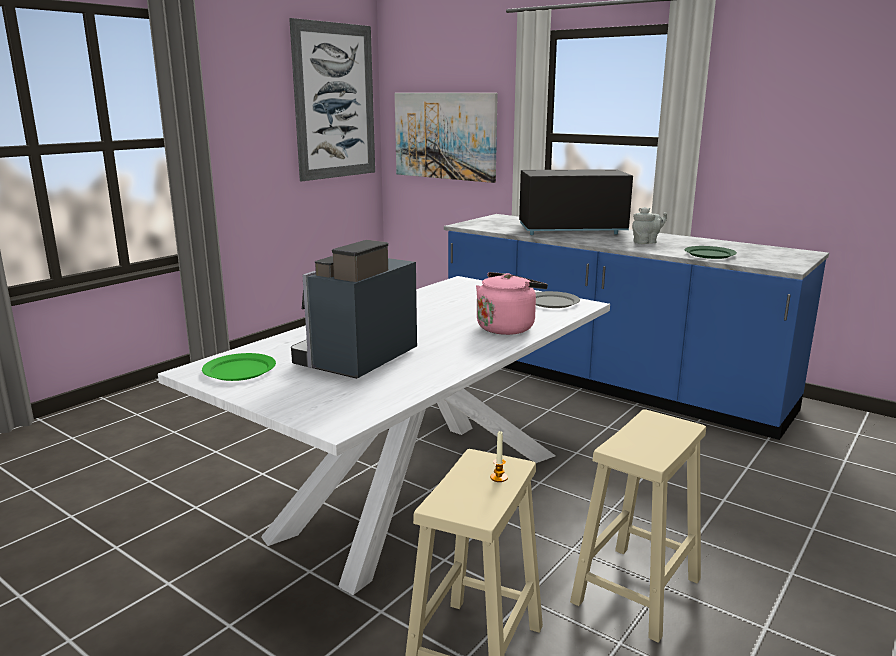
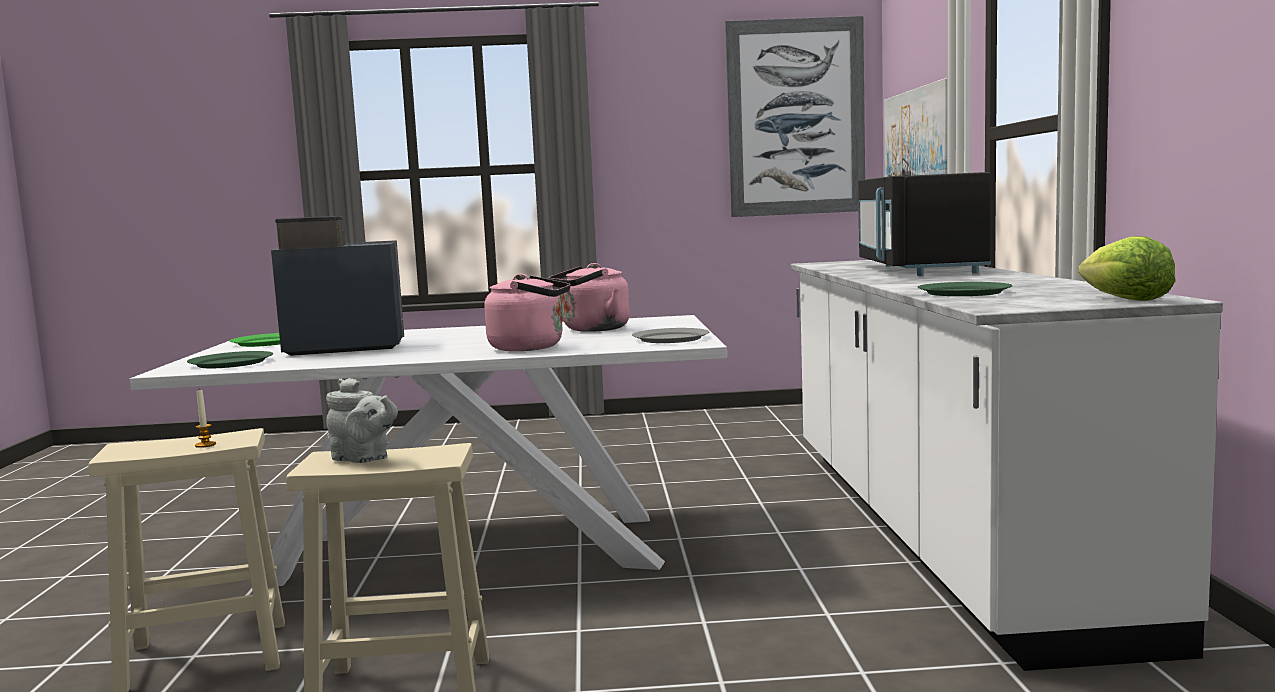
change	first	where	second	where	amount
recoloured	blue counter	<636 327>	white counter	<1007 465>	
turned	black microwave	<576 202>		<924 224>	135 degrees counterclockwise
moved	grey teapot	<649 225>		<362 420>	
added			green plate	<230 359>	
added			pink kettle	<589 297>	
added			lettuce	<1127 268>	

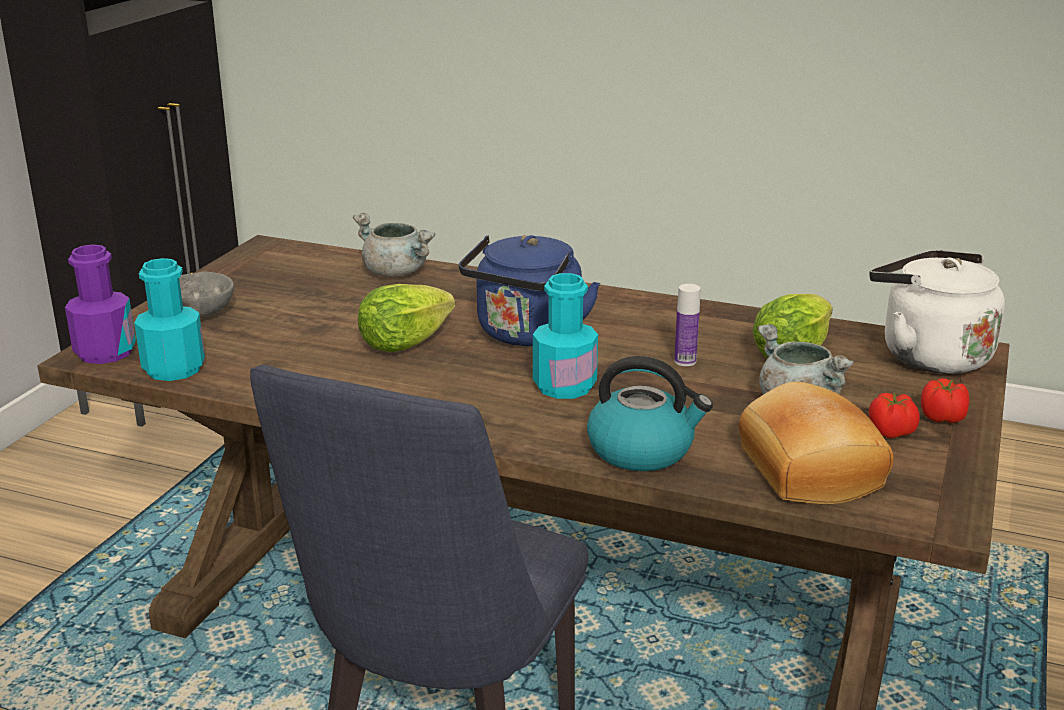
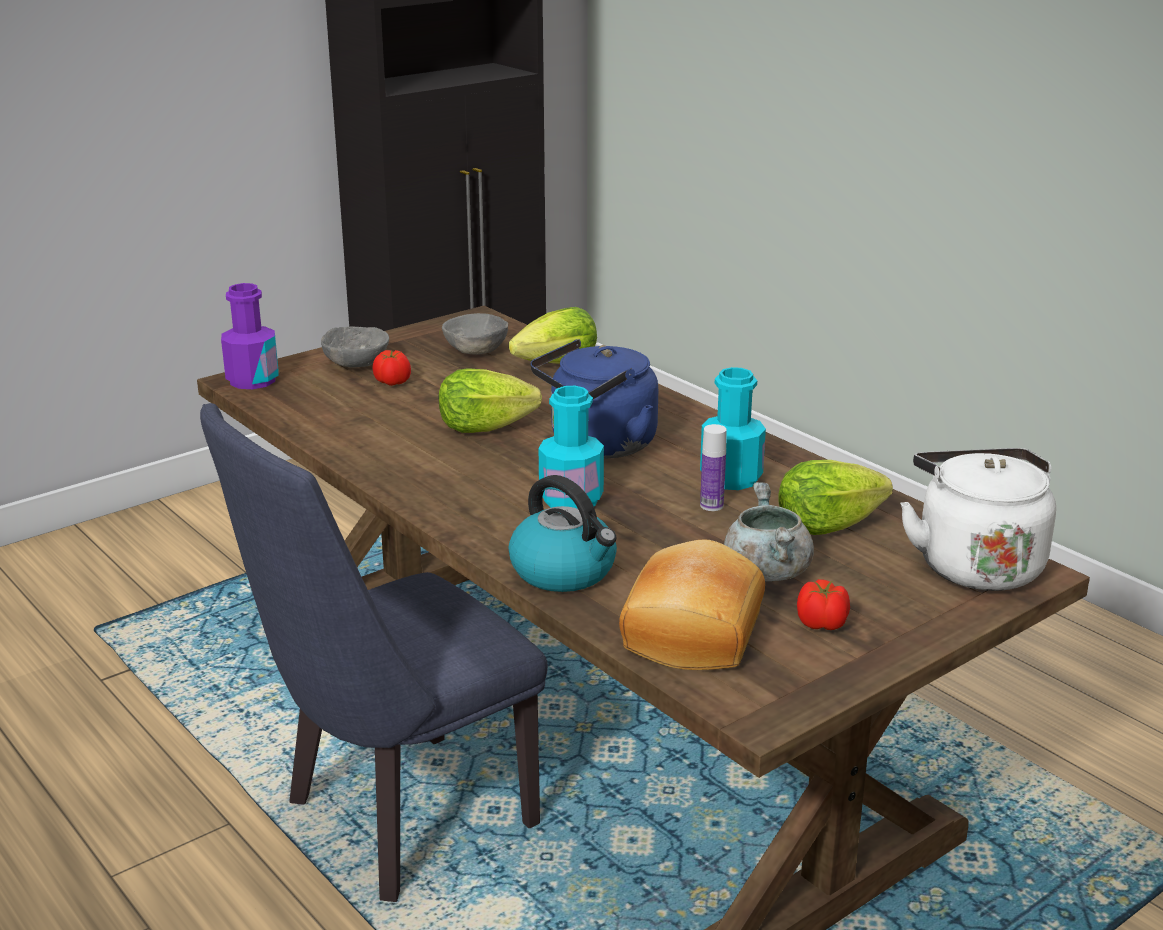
change	first	where	second	where	amount
moved	turquoise bottle	<169 319>		<733 428>	
replaced	grey cooking pot	<394 245>	lettuce	<553 335>	
moved	tomato	<945 400>		<392 368>	
added			grey bowl	<475 334>	

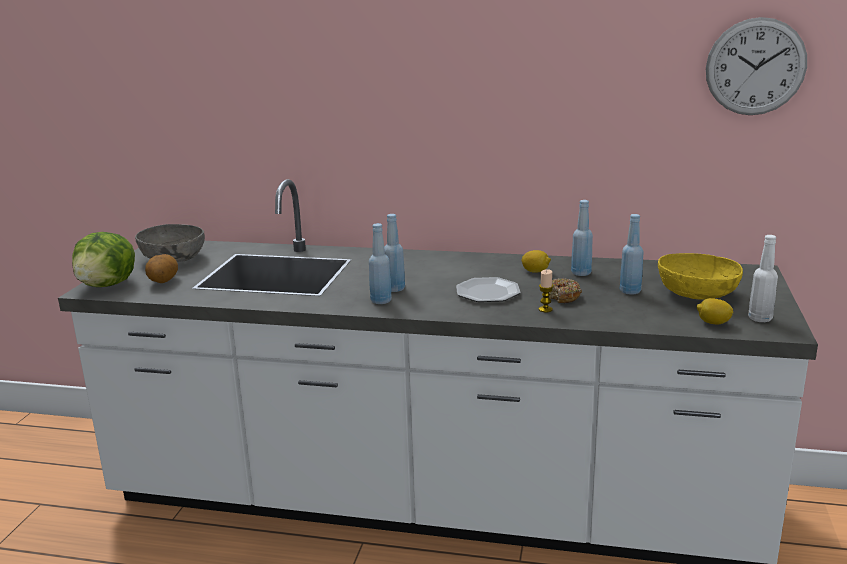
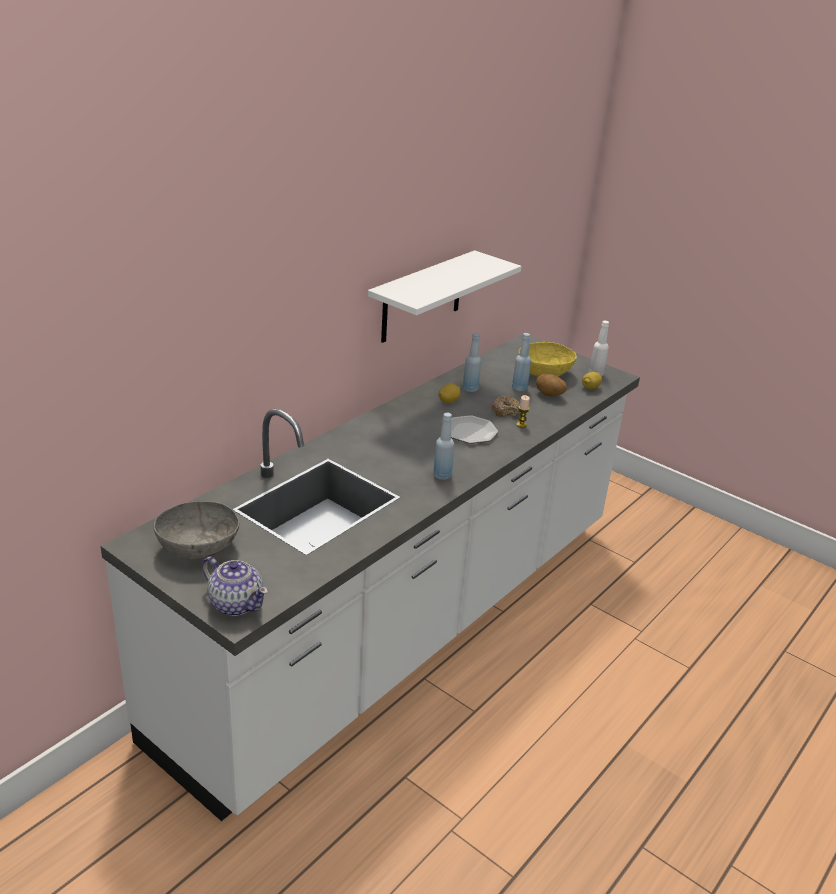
change	first	where	second	where	amount
replaced	lettuce	<103 259>	teapot	<235 586>	
moved	potato	<161 268>		<551 385>	
removed	blue bottle	<394 253>			
removed	wall clock	<756 66>			
added			white shelf	<444 296>	

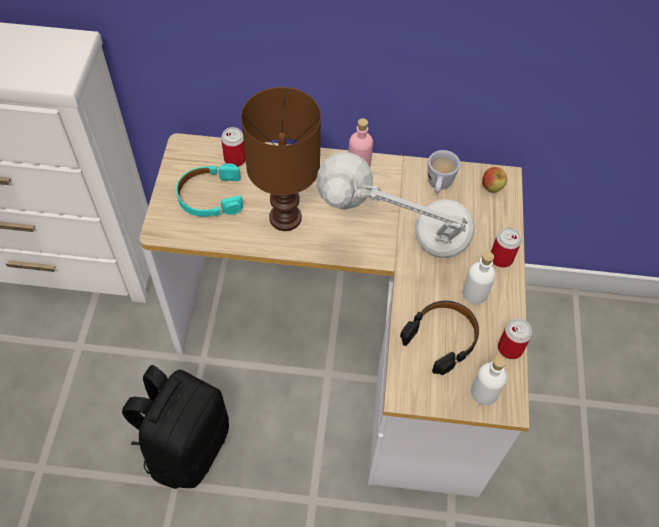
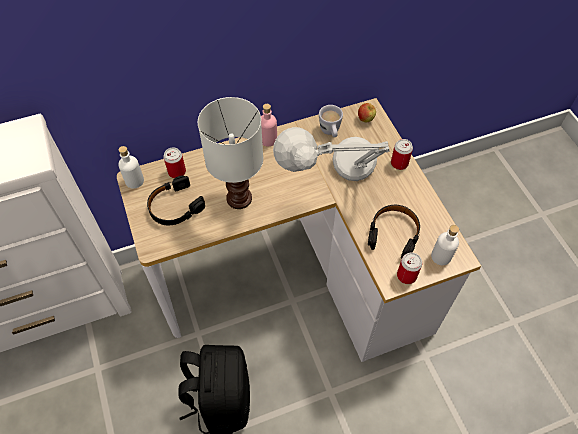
change	first	where	second	where	amount
recoloured	turquoise headphones	<209 190>	black headphones	<176 200>	
recoloured	brown table lamp	<281 159>	white table lamp	<230 153>	
moved	white bottle	<479 277>		<131 167>	
moved	can	<515 338>		<409 268>	

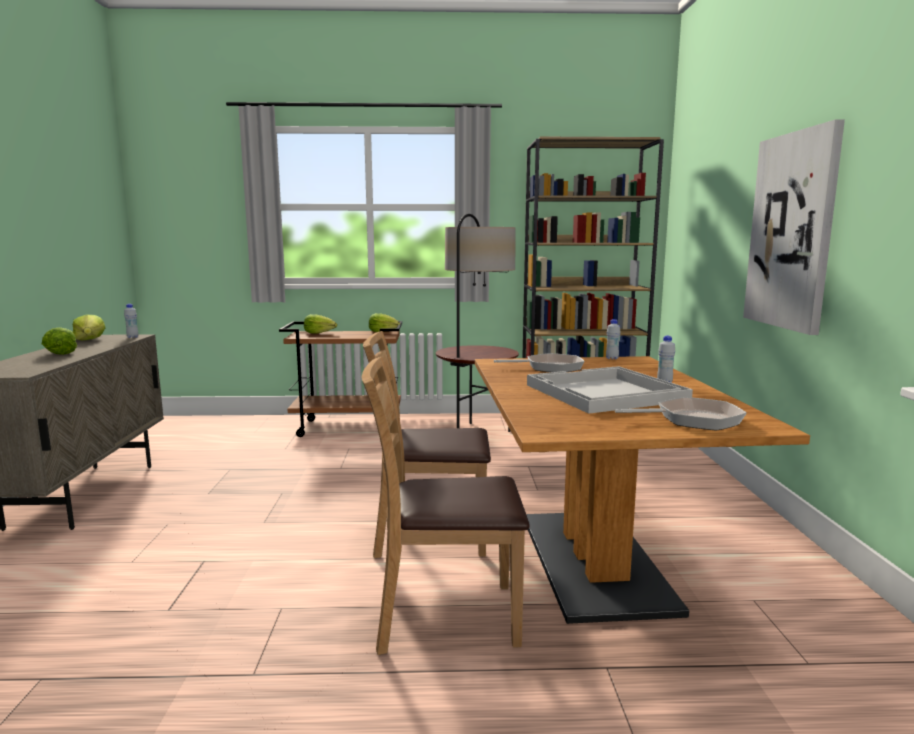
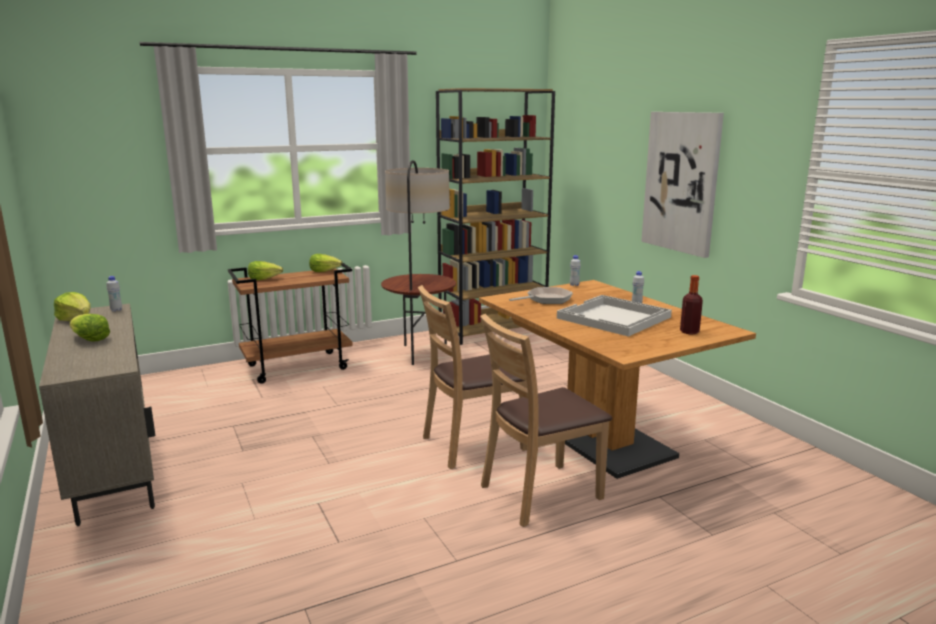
change	first	where	second	where	amount
replaced	frying pan	<681 413>	bottle	<691 304>	

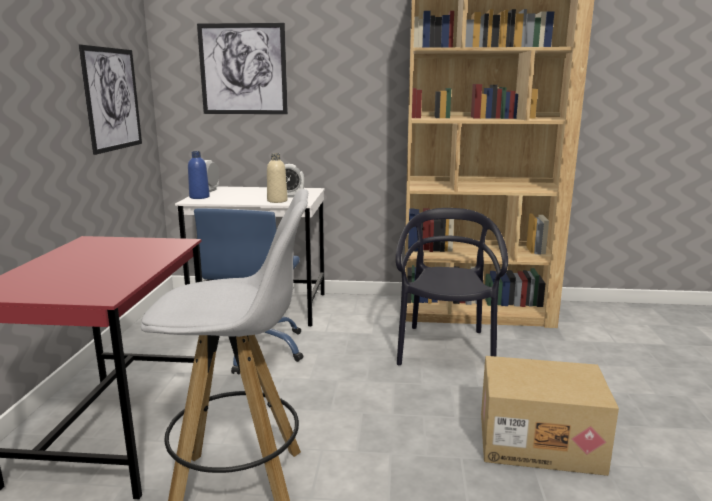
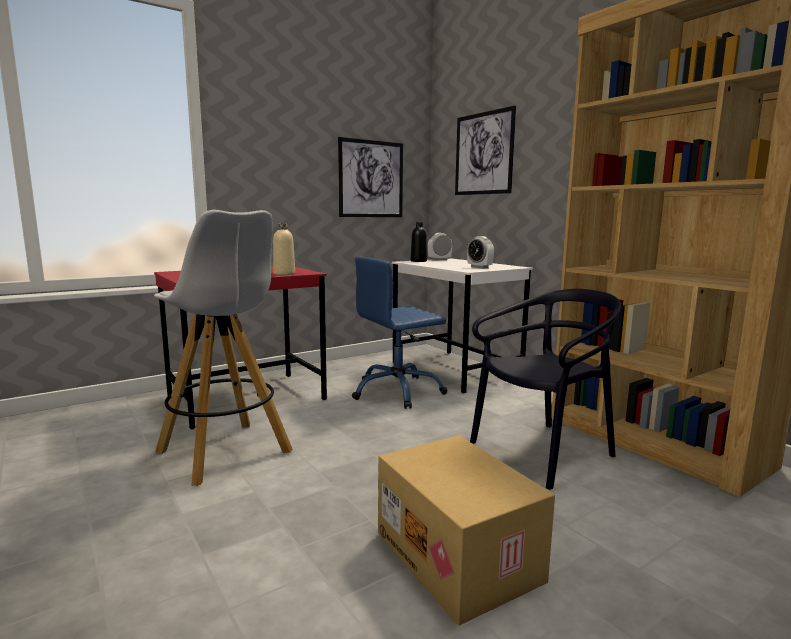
change	first	where	second	where	amount
recoloured	blue bottle	<199 175>	black bottle	<419 242>	
moved	beige bottle	<277 178>		<284 249>	

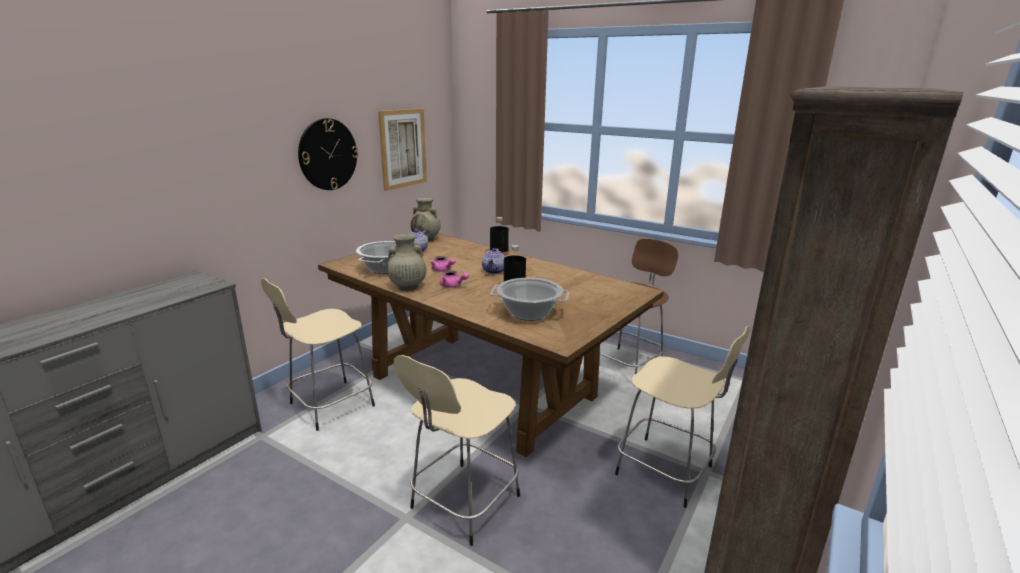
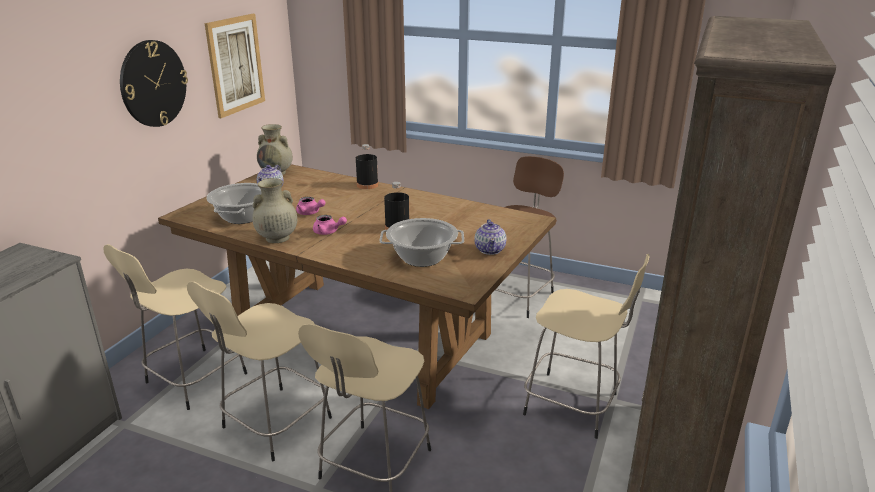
change	first	where	second	where	amount
moved	teapot	<493 261>		<490 237>	
added			beige stool	<259 371>	

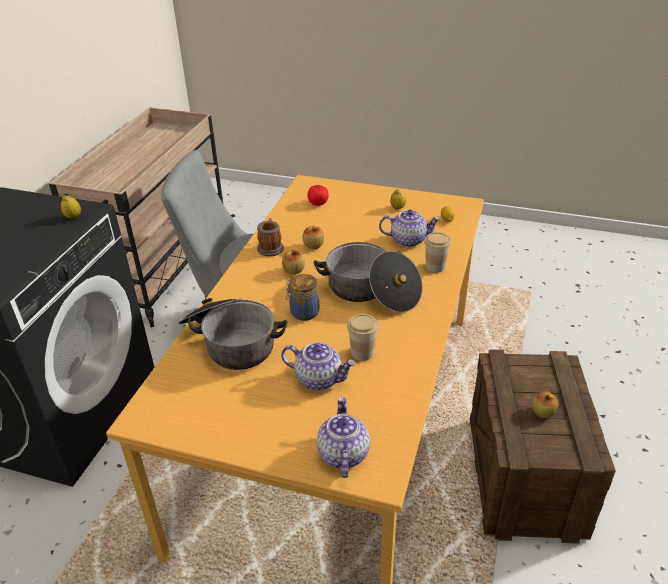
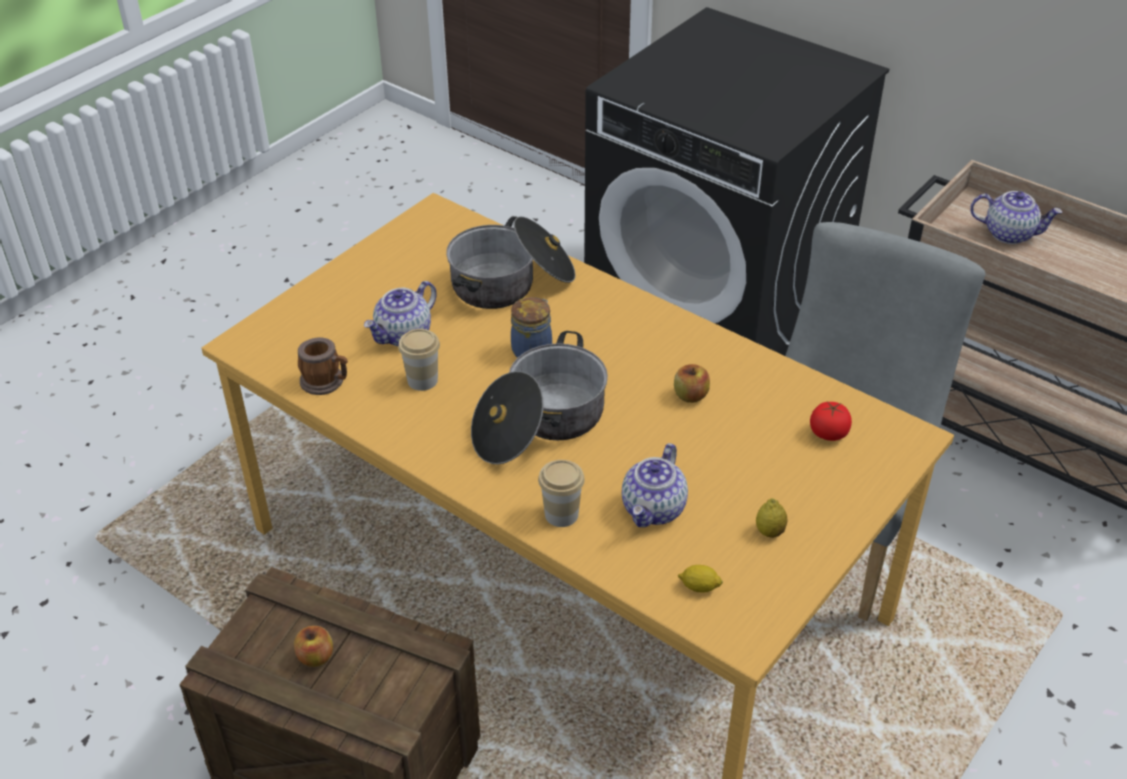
change	first	where	second	where	amount
removed	lemon	<71 207>			
moved	mug	<270 237>		<323 366>	
removed	apple	<293 262>			
moved	teapot	<343 437>		<1016 217>	

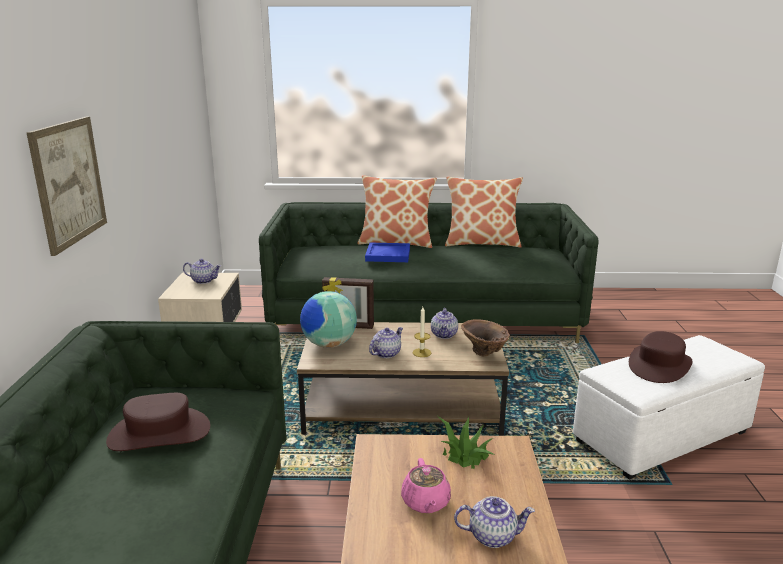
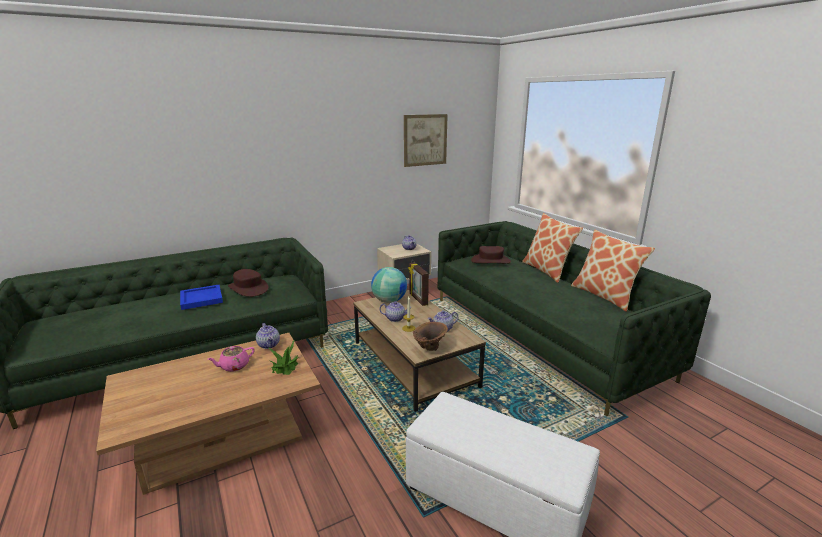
change	first	where	second	where	amount
moved	picture	<66 186>		<426 140>	
moved	blue tray	<387 252>		<201 297>	
moved	teapot	<494 522>		<268 336>	
moved	brown hat	<660 357>		<491 255>	

